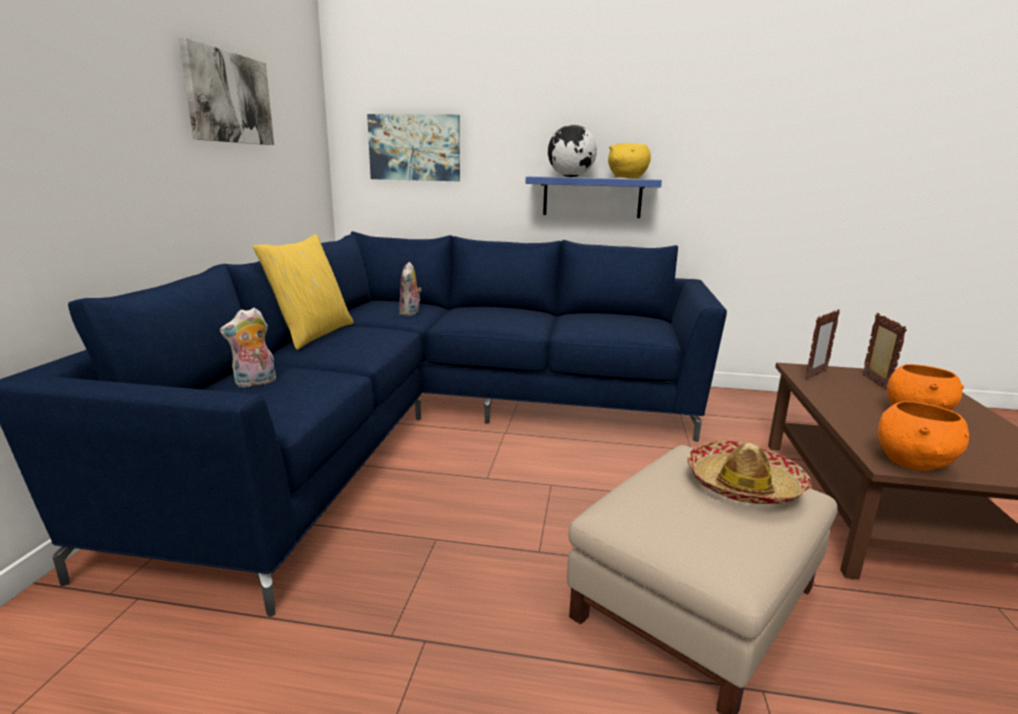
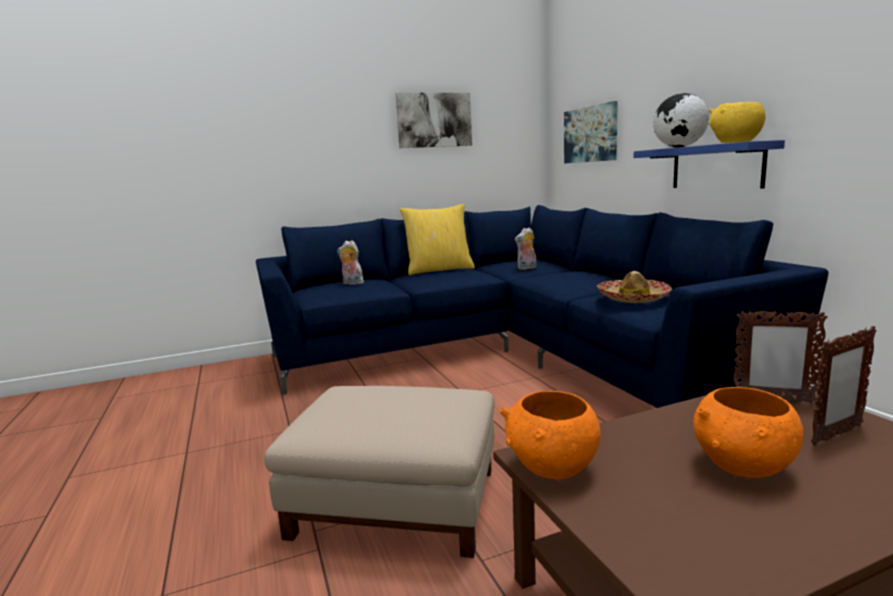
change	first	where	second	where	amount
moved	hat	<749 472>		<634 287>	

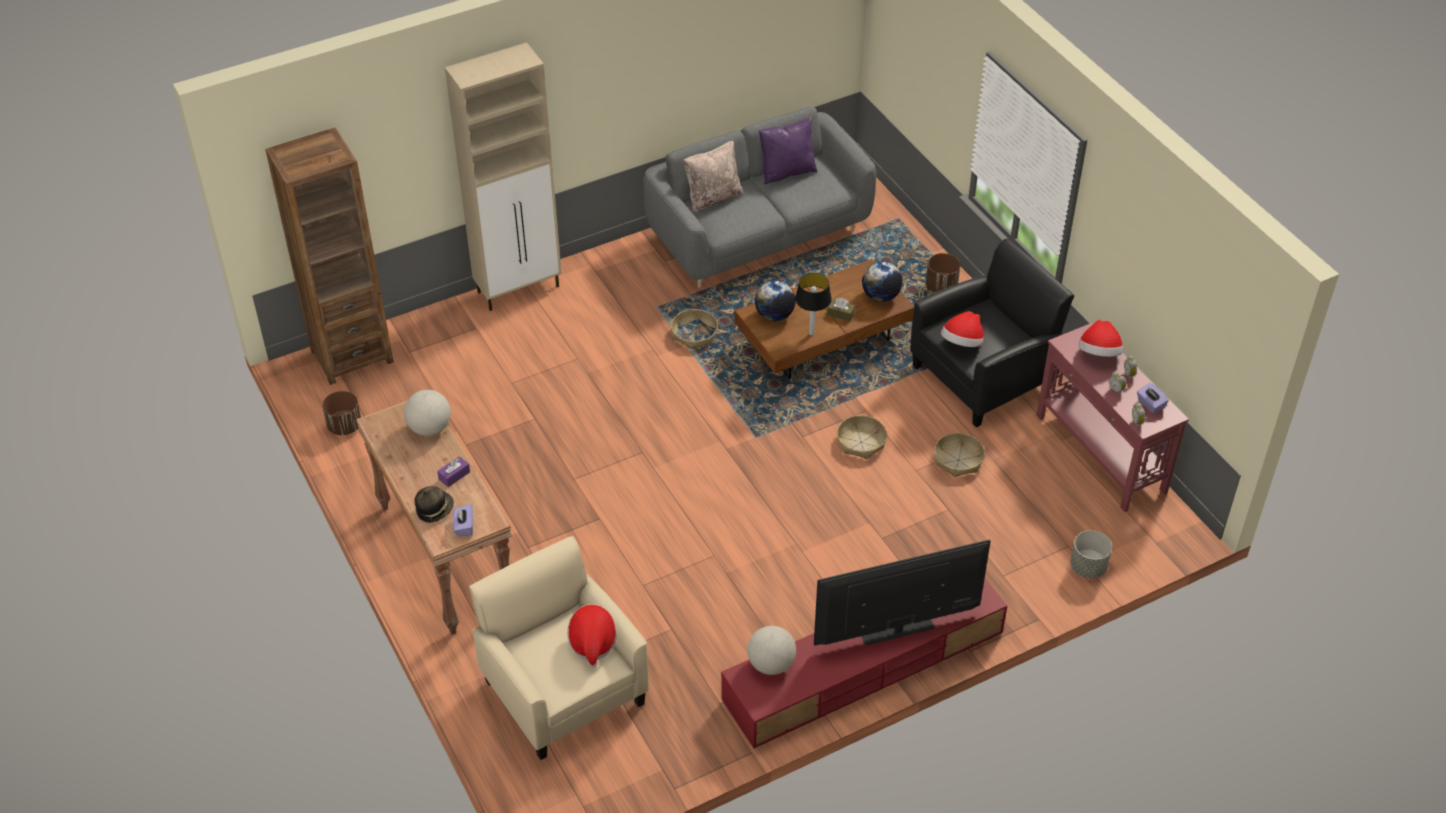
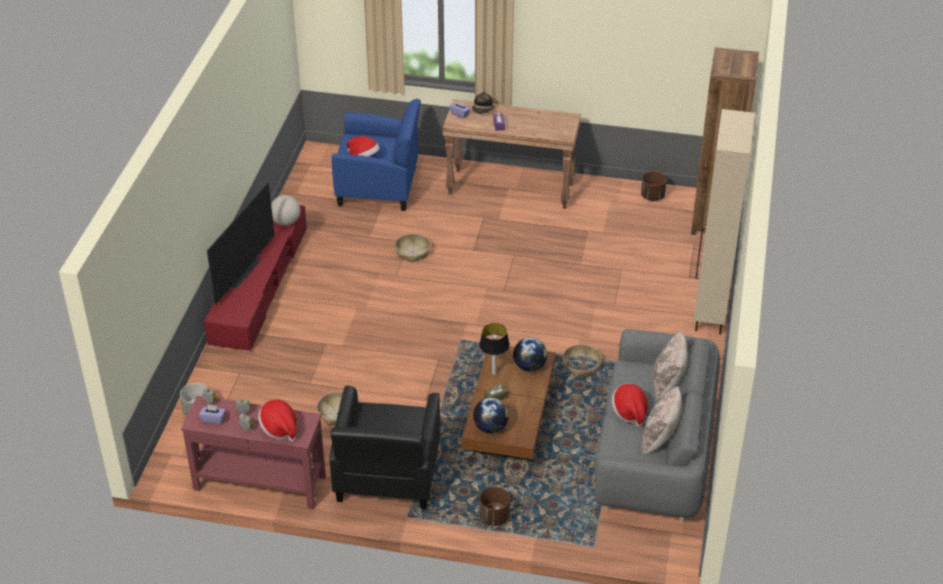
change	first	where	second	where	amount
removed	globe	<427 413>			
recoloured	beige armchair	<559 648>	blue armchair	<376 155>	
recoloured	purple pillow	<788 151>	beige pillow	<662 420>	
moved	basket	<862 437>		<413 248>	
moved	hat	<962 329>		<630 405>	

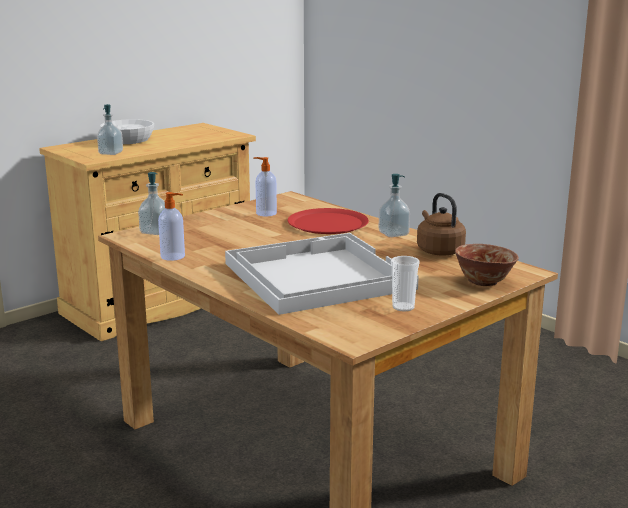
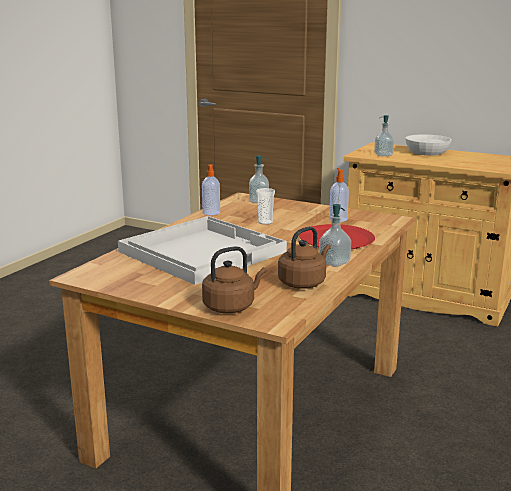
change	first	where	second	where	amount
moved	cup	<405 284>		<265 206>	
replaced	bowl	<487 265>	brown kettle	<234 279>	

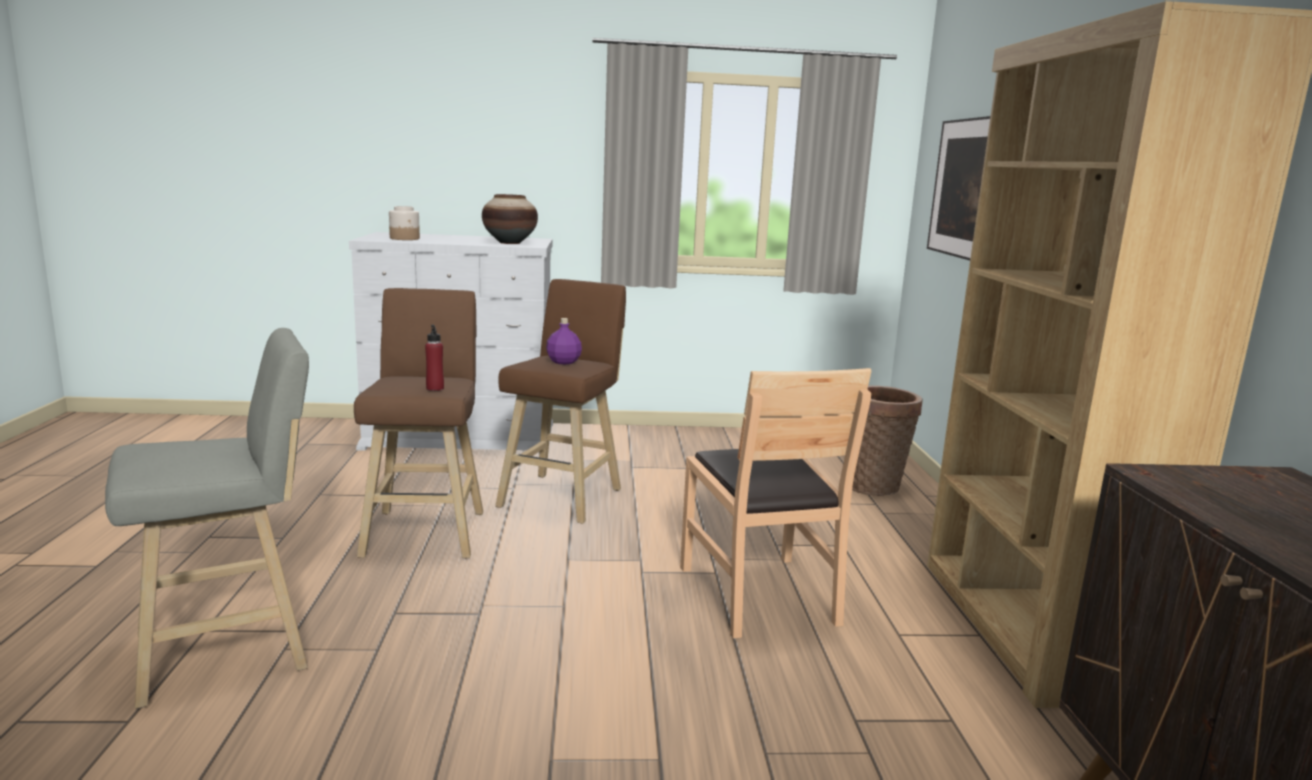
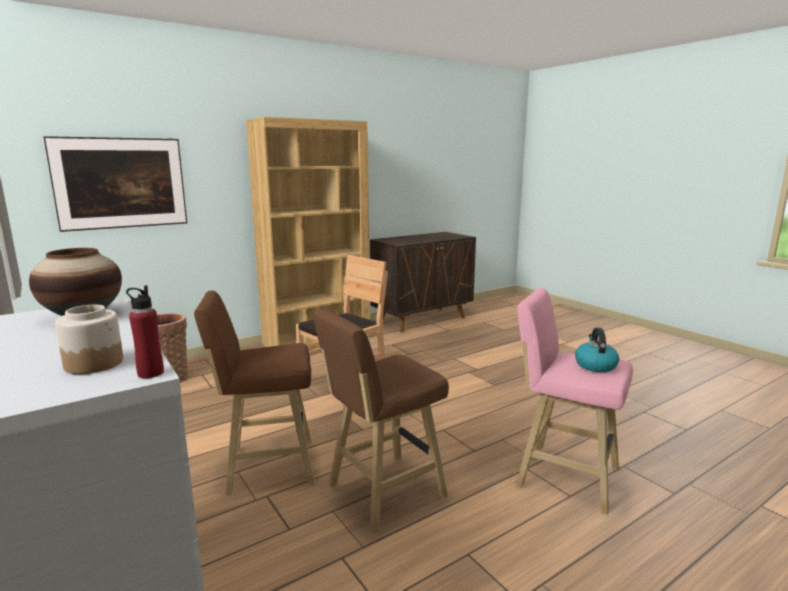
change	first	where	second	where	amount
recoloured	grey stool	<207 518>	pink stool	<574 401>	
moved	red bottle	<434 358>		<145 331>	
removed	purple bottle	<564 341>			
added			kettle	<597 350>	

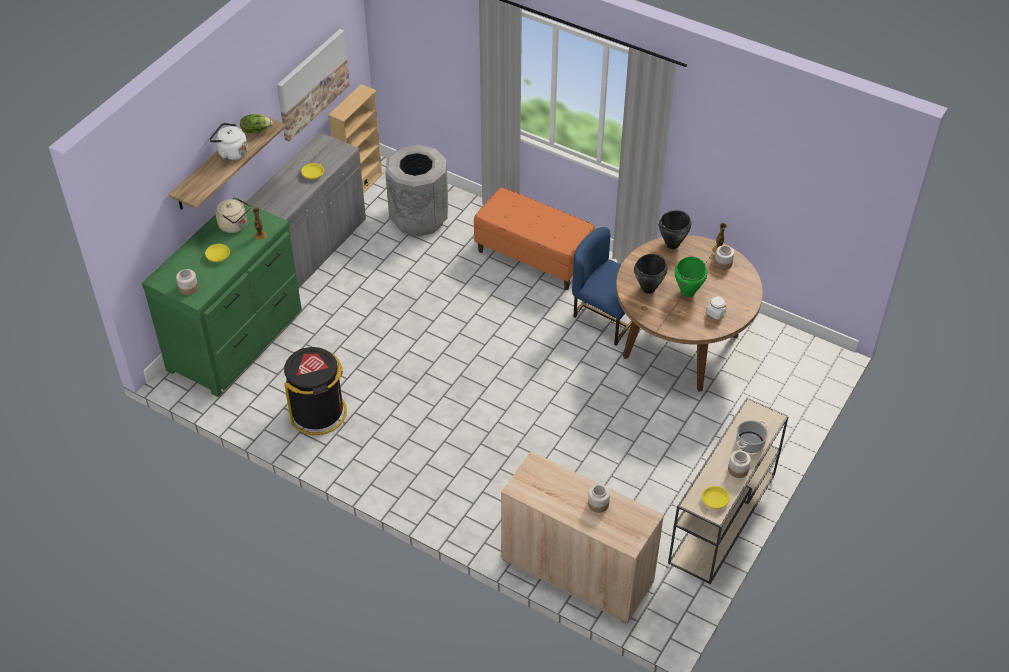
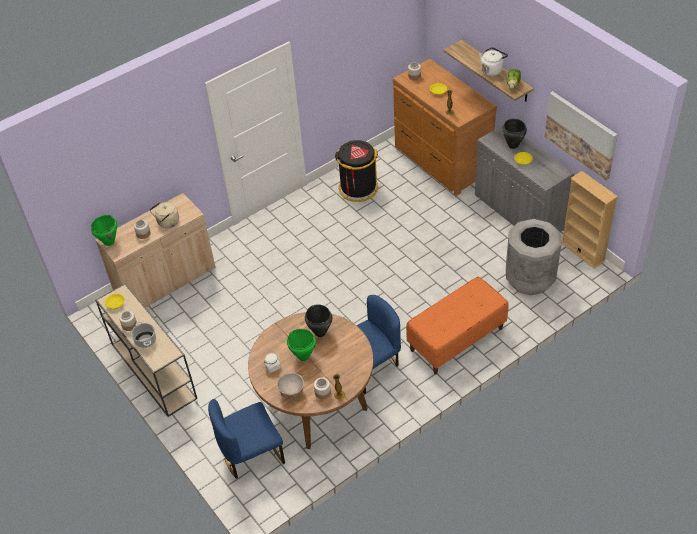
change	first	where	second	where	amount
recoloured	green dresser	<222 297>	brown dresser	<445 127>	
moved	beige kettle	<233 215>		<164 215>	
moved	black cooking pot	<675 229>		<514 134>	
added			green cooking pot	<104 230>	
added			blue chair	<246 439>	
added			beige bowl	<290 386>	

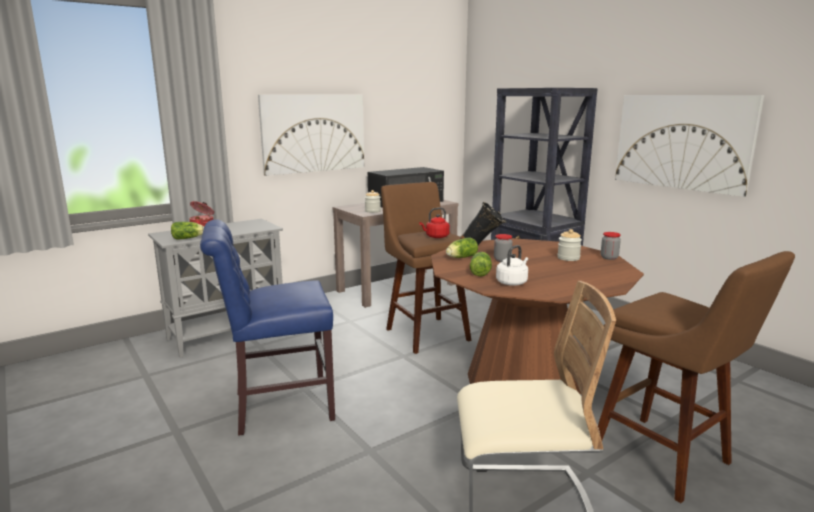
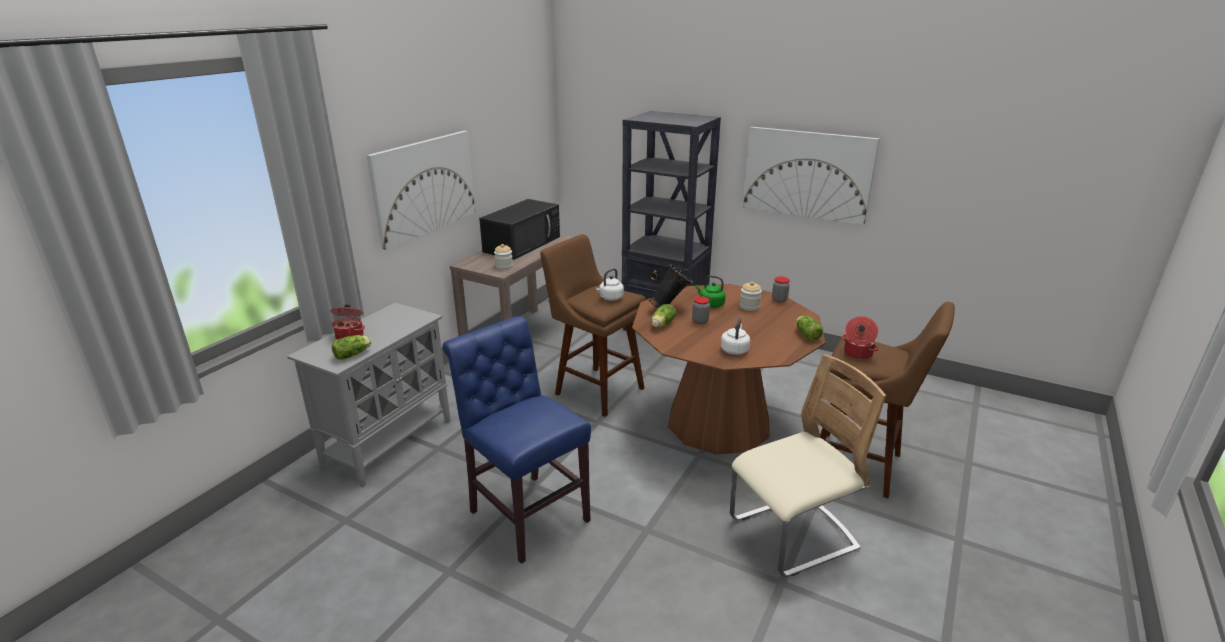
change	first	where	second	where	amount
turned	blue chair	<267 327>		<516 440>	90 degrees clockwise
recoloured	red kettle	<435 222>	white kettle	<610 284>	
moved	lettuce	<481 264>		<809 328>	
added			green kettle	<710 291>	
added			cooking pot	<860 338>	

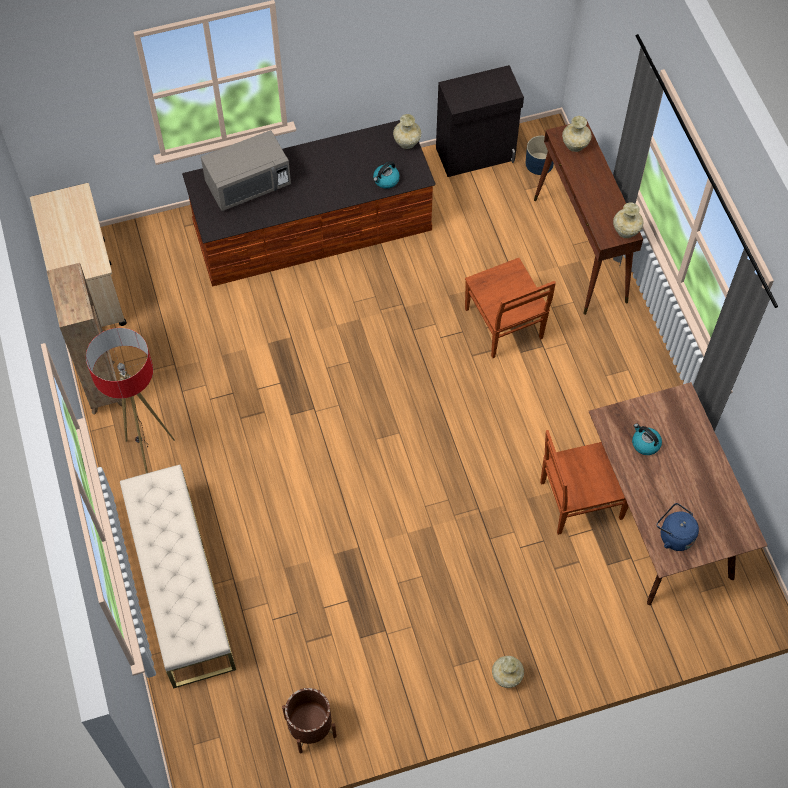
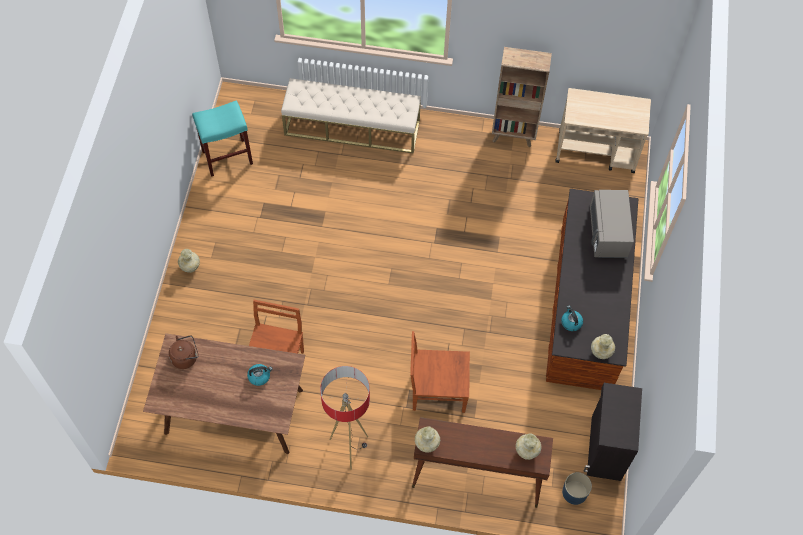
change	first	where	second	where	amount
moved	floor lamp	<130 400>		<345 418>	
replaced	brown planter	<309 720>	turquoise stool	<222 138>	
recoloured	blue kettle	<678 527>	brown kettle	<184 352>	

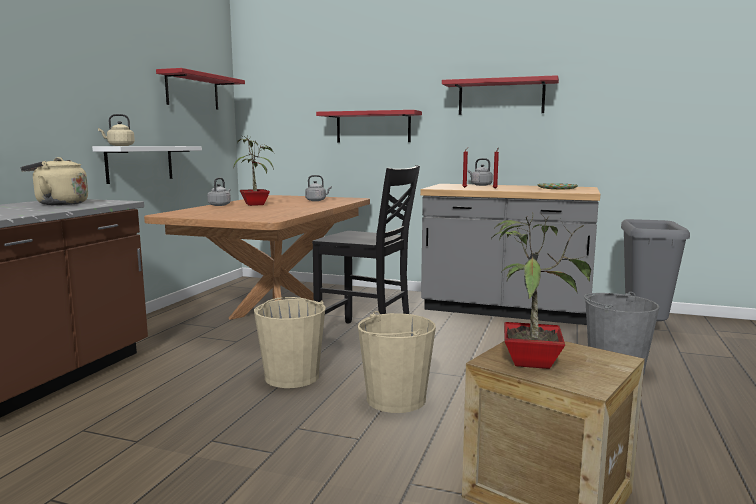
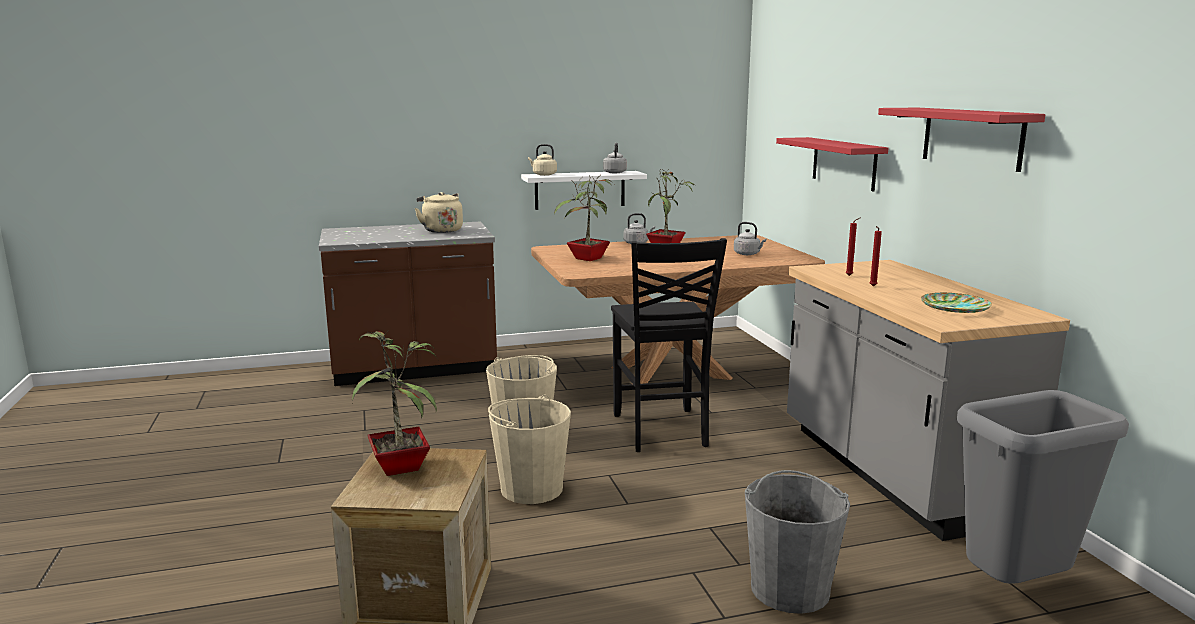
change	first	where	second	where	amount
removed	red shelf	<200 89>			
moved	grey kettle	<480 172>		<615 158>	
added			potted plant	<583 218>	

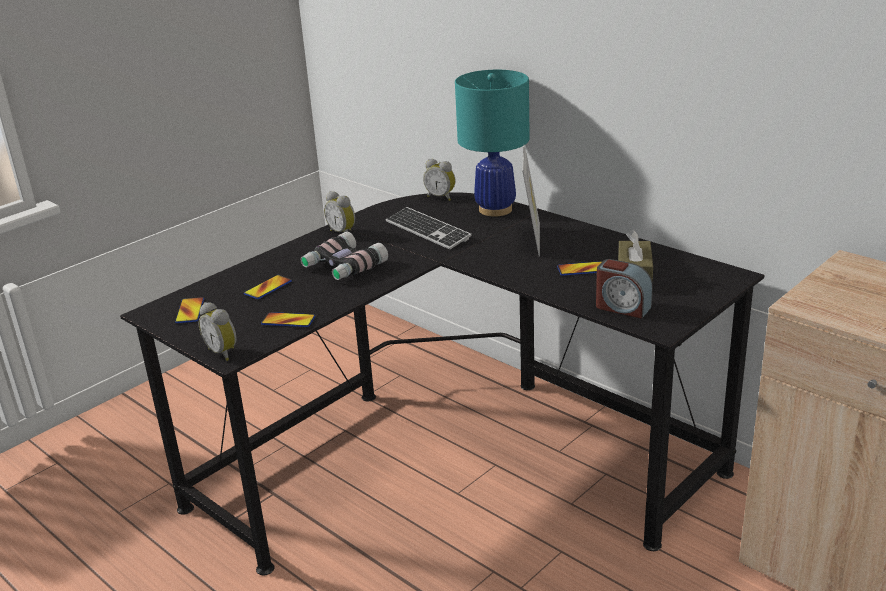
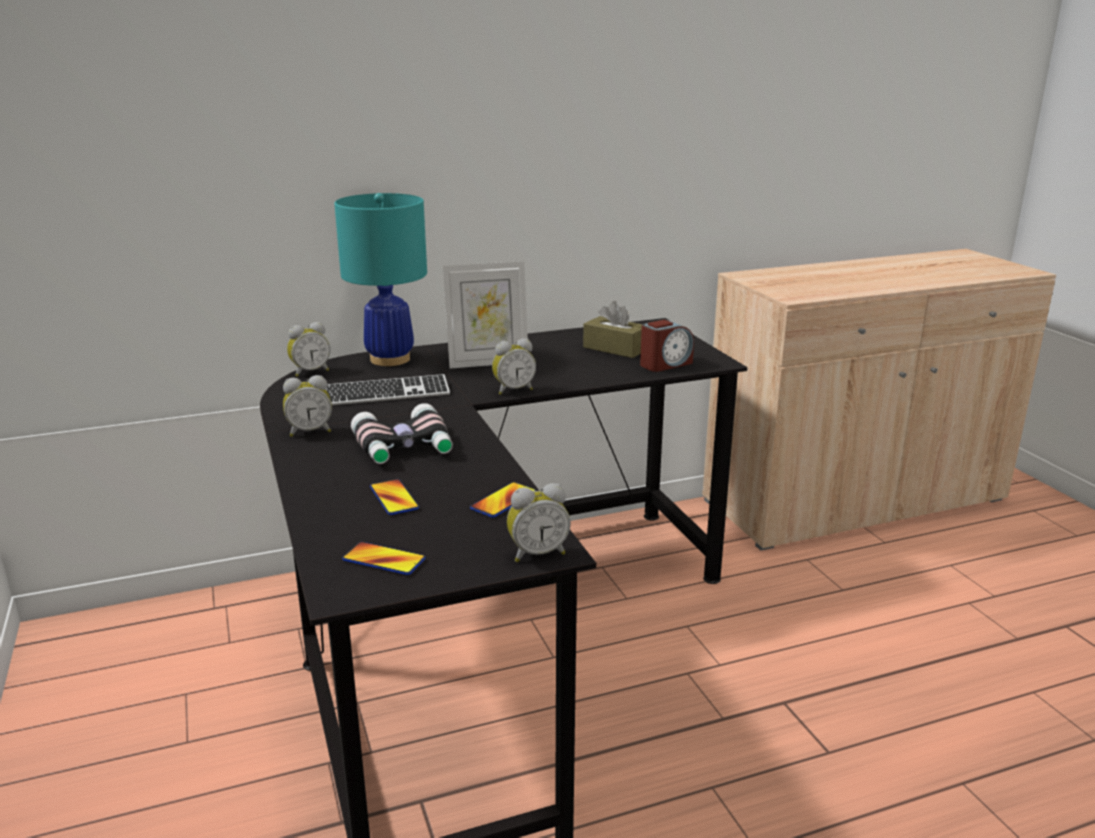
change	first	where	second	where	amount
turned	picture frame	<531 201>		<485 315>	135 degrees clockwise
removed	phone	<579 268>			
added			alarm clock	<514 366>	

